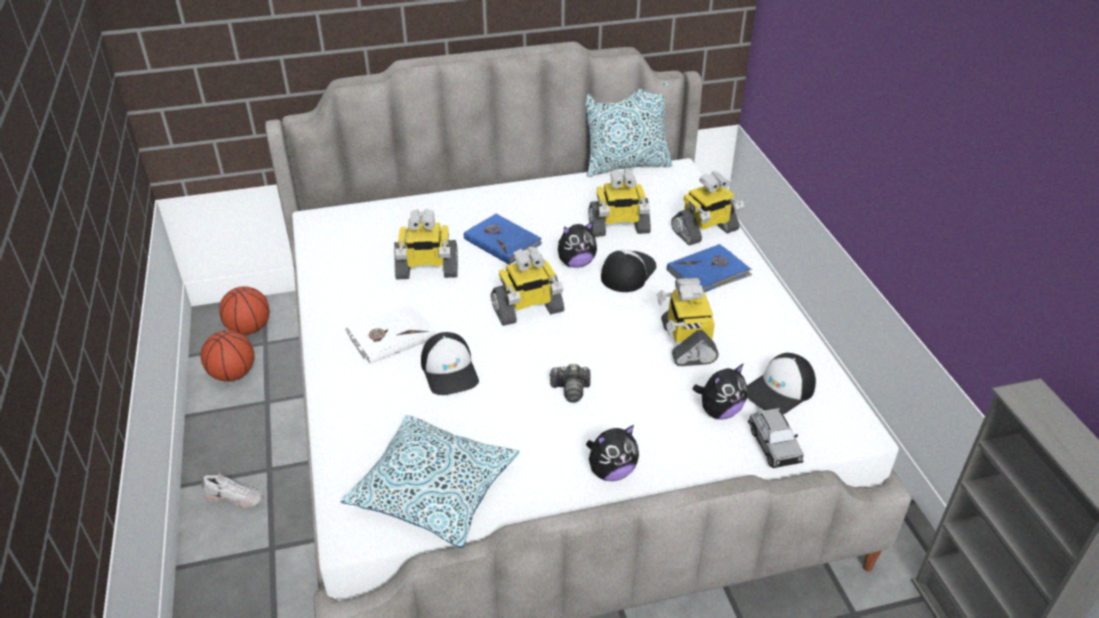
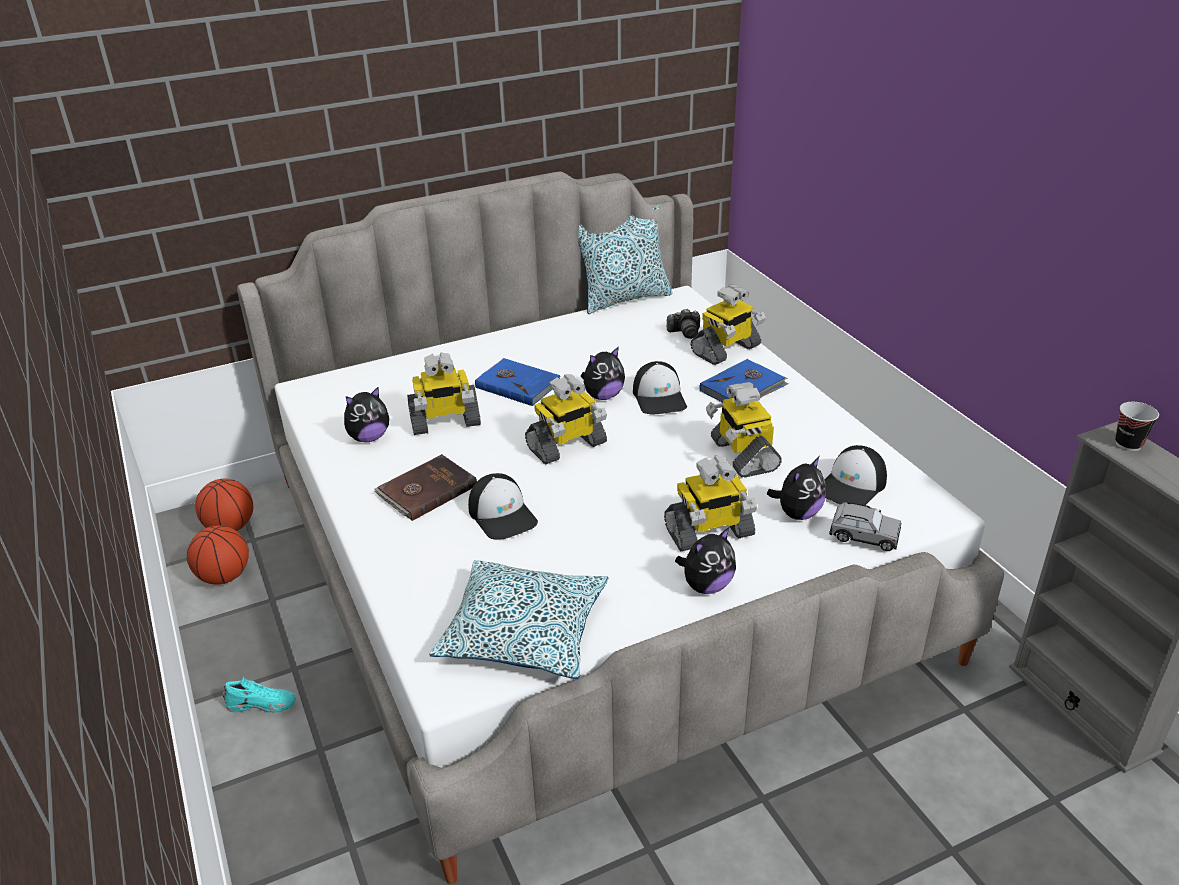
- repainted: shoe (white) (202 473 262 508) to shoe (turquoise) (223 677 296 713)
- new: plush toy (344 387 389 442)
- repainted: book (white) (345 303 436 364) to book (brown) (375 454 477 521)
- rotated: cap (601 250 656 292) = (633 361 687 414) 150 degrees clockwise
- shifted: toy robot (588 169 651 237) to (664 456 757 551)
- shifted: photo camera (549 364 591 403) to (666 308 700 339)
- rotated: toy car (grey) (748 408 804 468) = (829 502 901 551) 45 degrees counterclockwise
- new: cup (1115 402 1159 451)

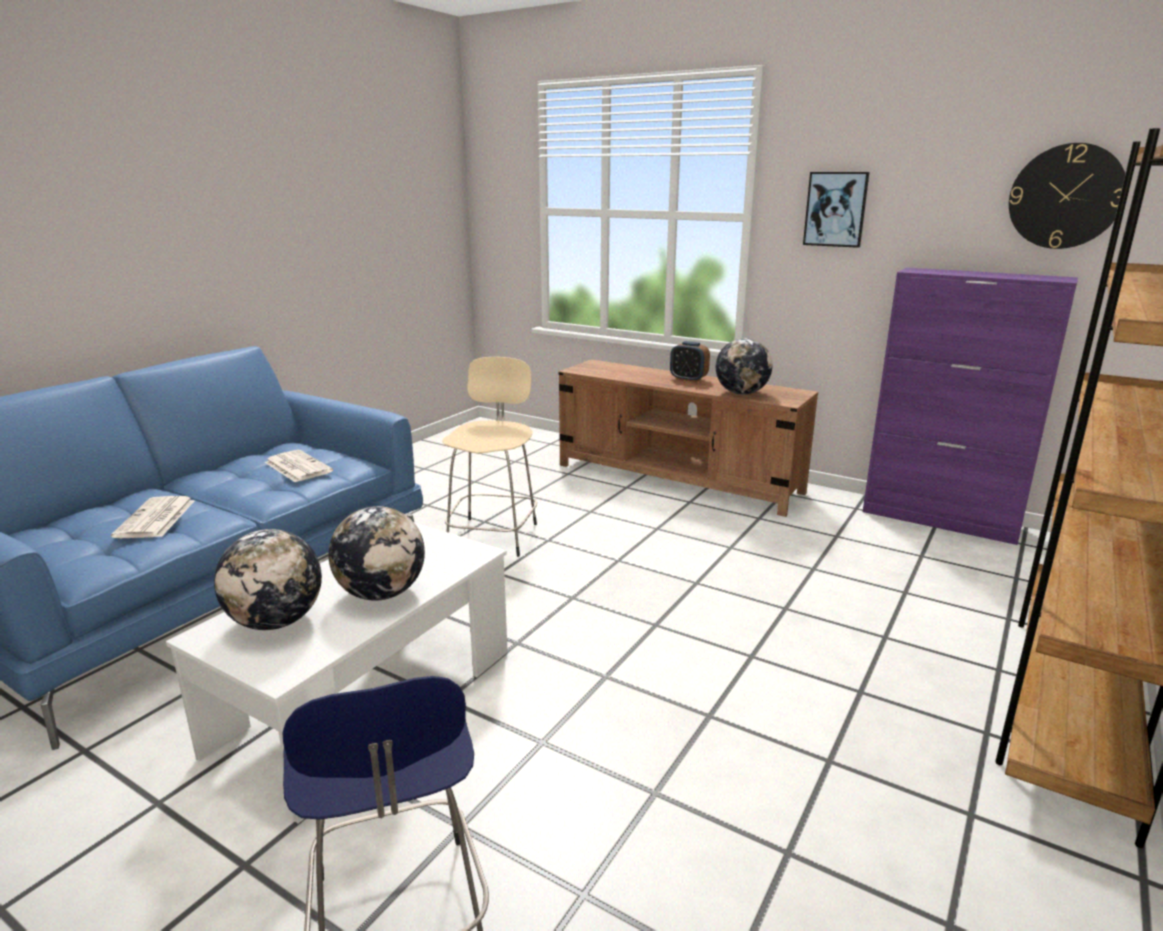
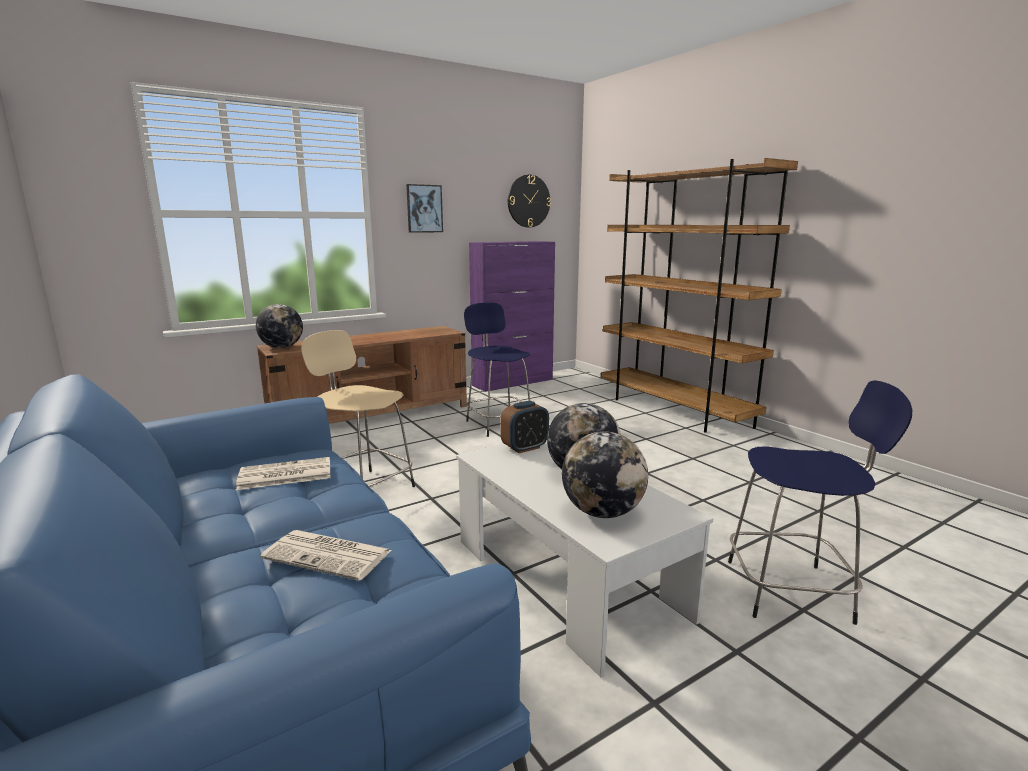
- shifted: globe (716 338 772 395) to (256 304 303 348)
- new: stool (blue) (464 303 530 437)
- shifted: alarm clock (670 341 710 382) to (500 401 549 453)

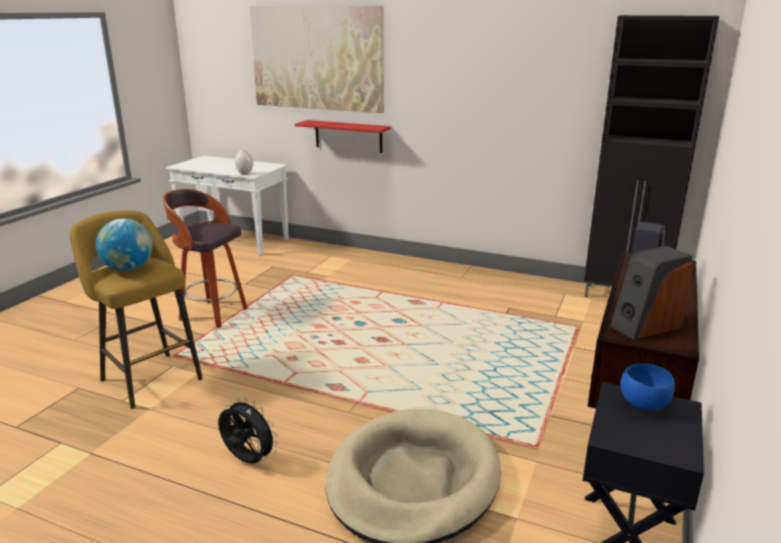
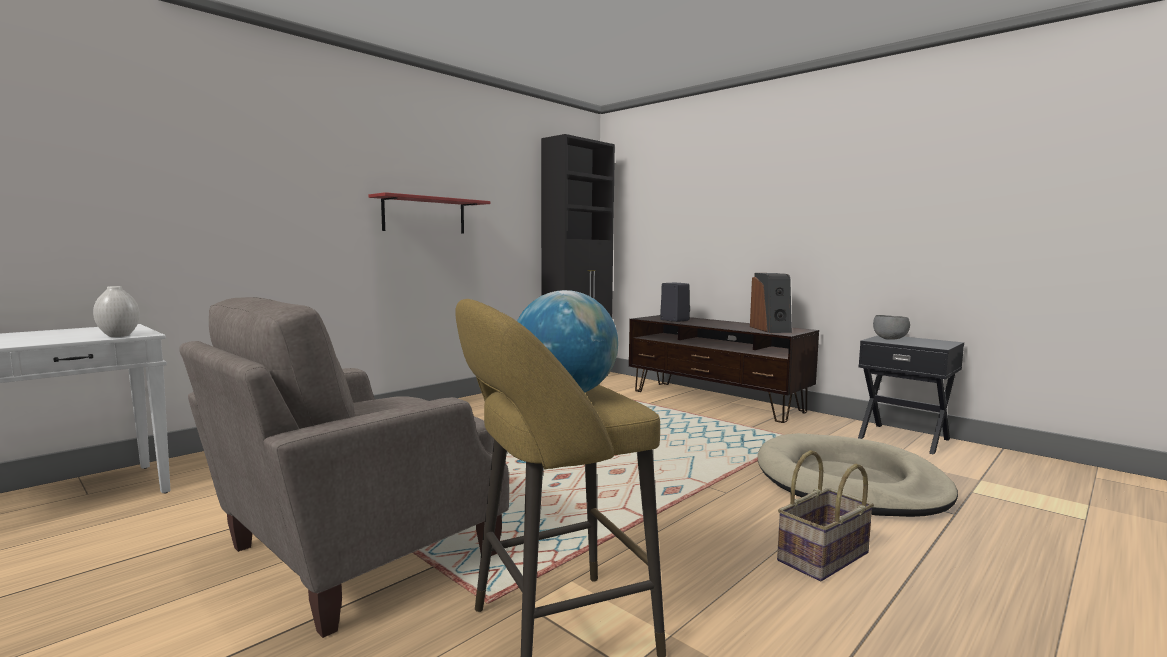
- swapped: stool (163 189 248 328) to armchair (beige) (180 297 509 638)
- shifted: shelf (red) (295 120 391 153) to (368 192 490 234)
- swapped: fan (black) (218 397 278 464) to basket (777 450 874 581)
- repainted: bowl (blue) (621 364 675 411) to bowl (grey) (873 315 910 340)
- gone: picture (249 6 384 113)

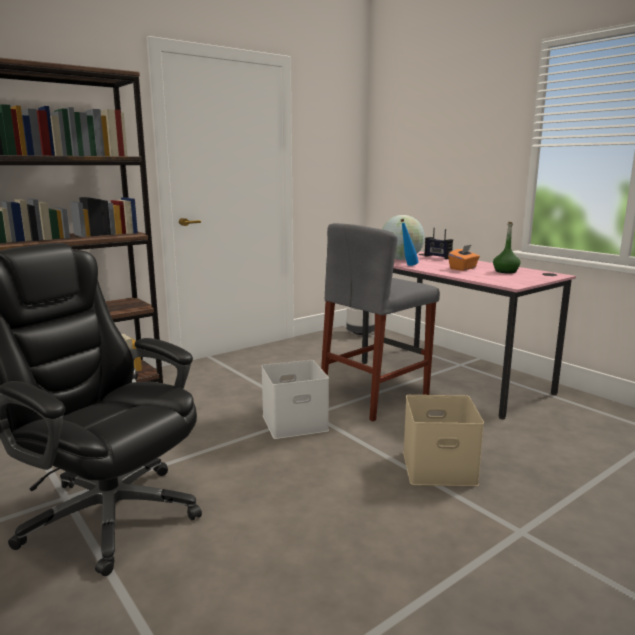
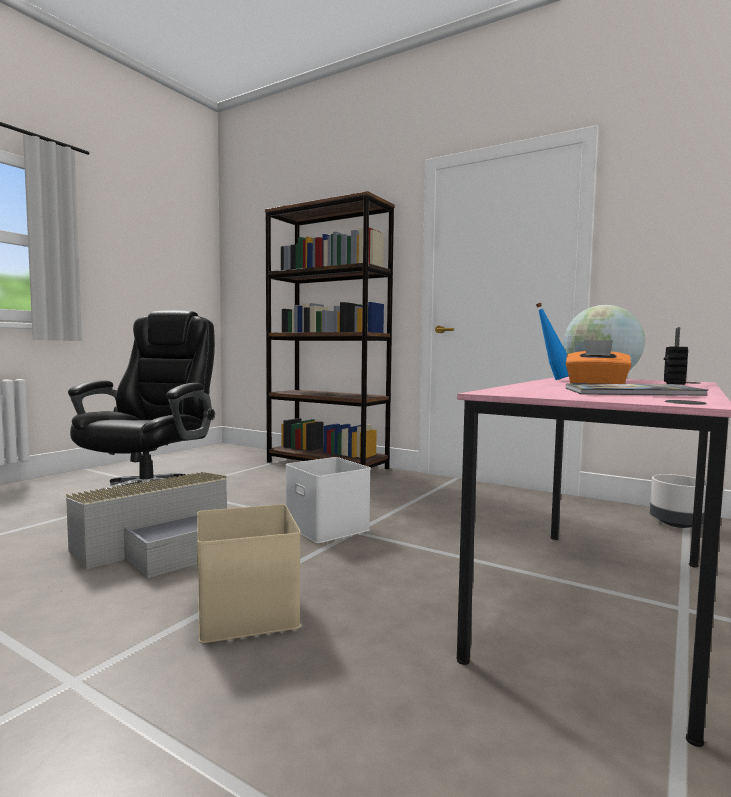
- new: storage box (grey) (66 472 227 578)
- swapped: bottle (green) (493 221 521 274) to book (566 384 708 396)
- gone: stool (grey) (321 223 440 421)

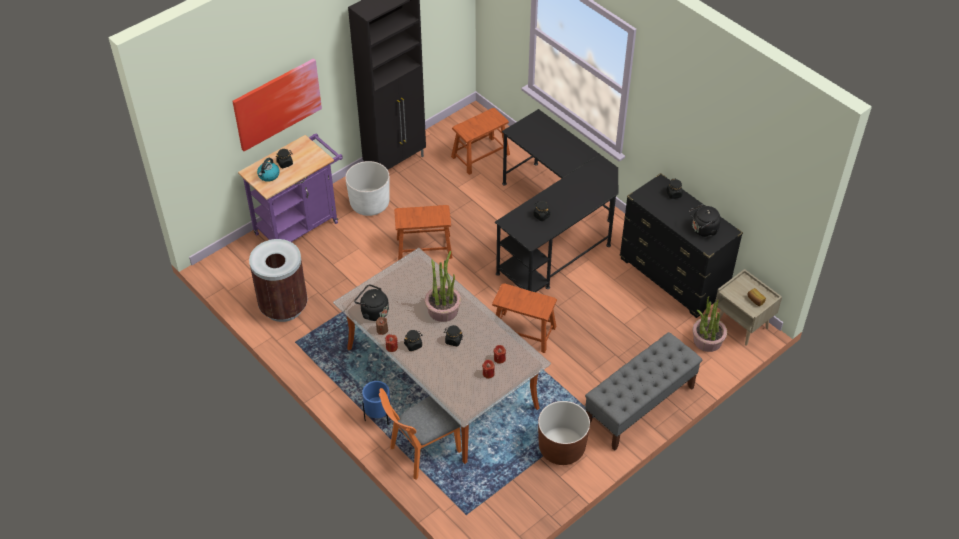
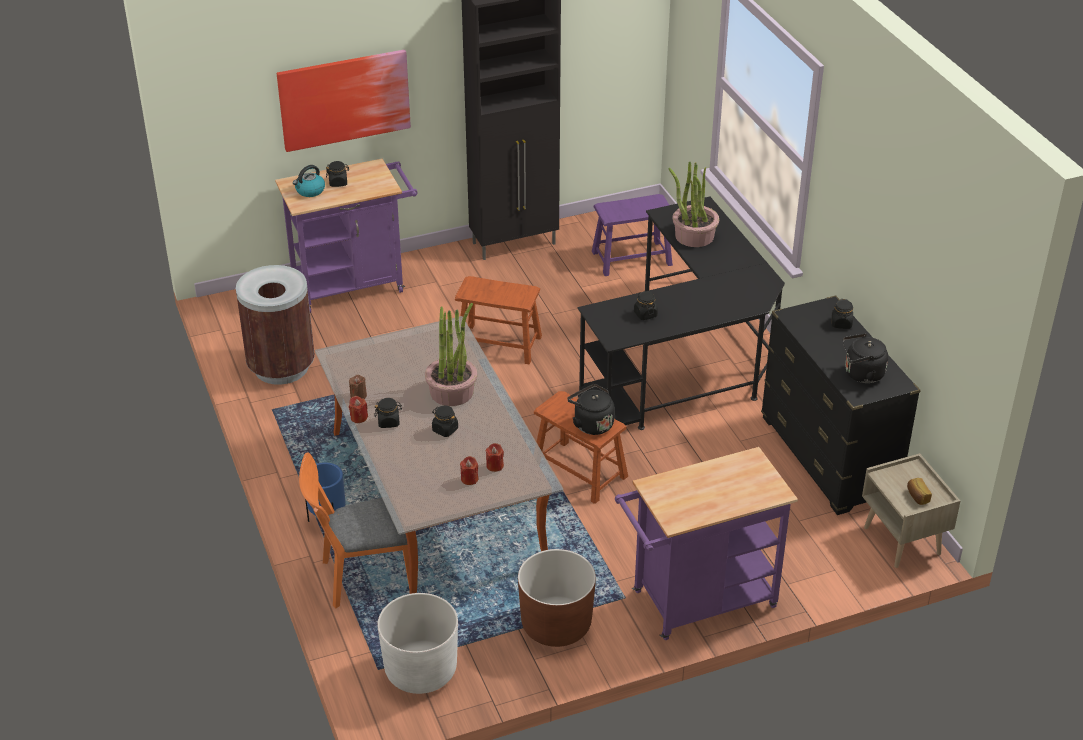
- shifted: planter (white) (345 161 390 216) to (377 593 458 694)
- shifted: kettle (black) (354 284 389 321) to (567 384 615 435)
- repainted: stool (brown) (451 108 510 175) to stool (purple) (592 194 673 276)
- swapped: bench (grey) (585 332 702 451) to cart (purple) (615 447 798 640)
- shifted: potted plant (692 296 727 352) to (668 162 719 247)

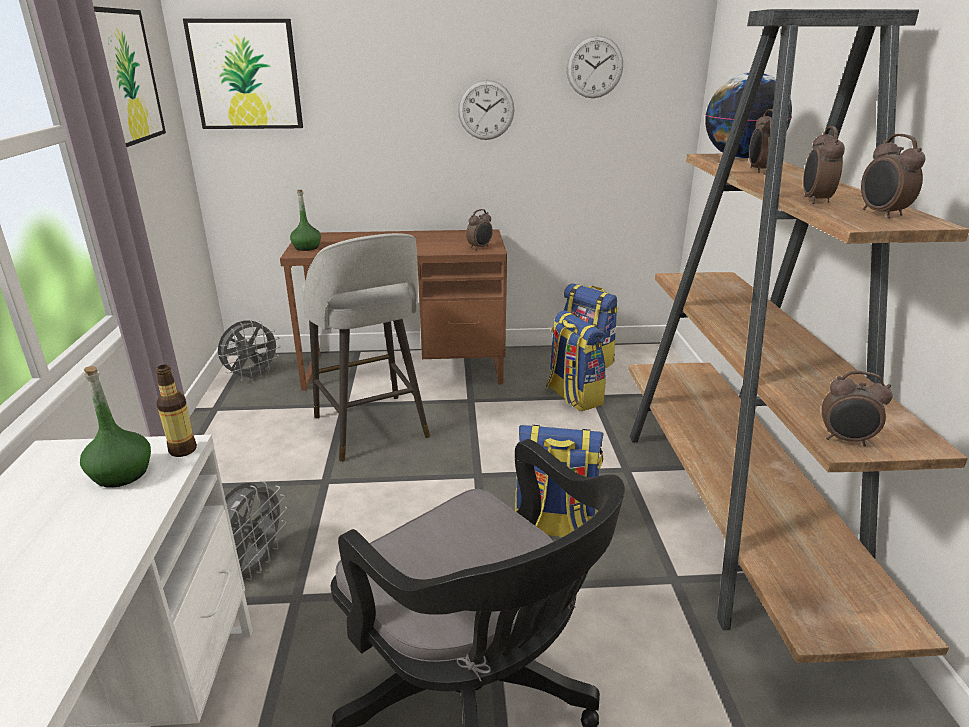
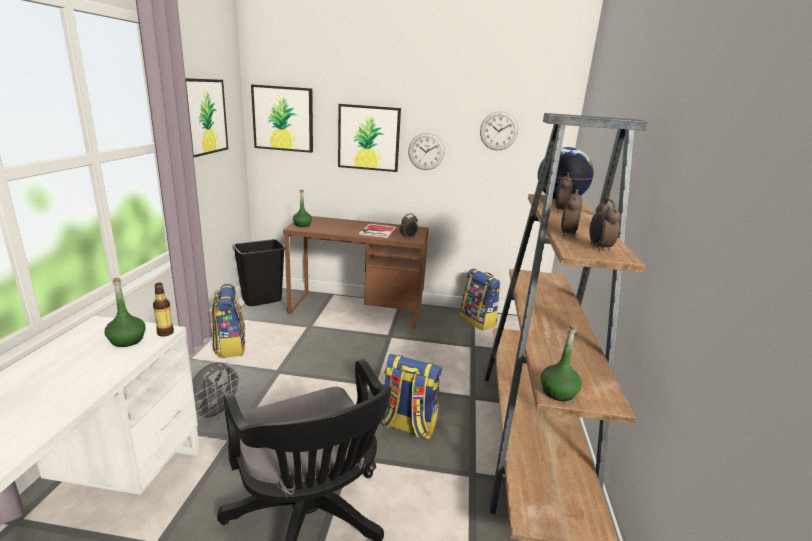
- shifted: backpack (546 310 606 411) to (212 284 245 358)
- swapped: fan (grey) (218 320 281 381) to trash can (black) (233 239 285 306)
- new: picture (338 104 401 172)
- new: book (359 224 397 238)
- swapped: alarm clock (822 371 893 446) to bottle (green) (540 325 582 401)
- gone: stool (grey) (302 233 430 462)

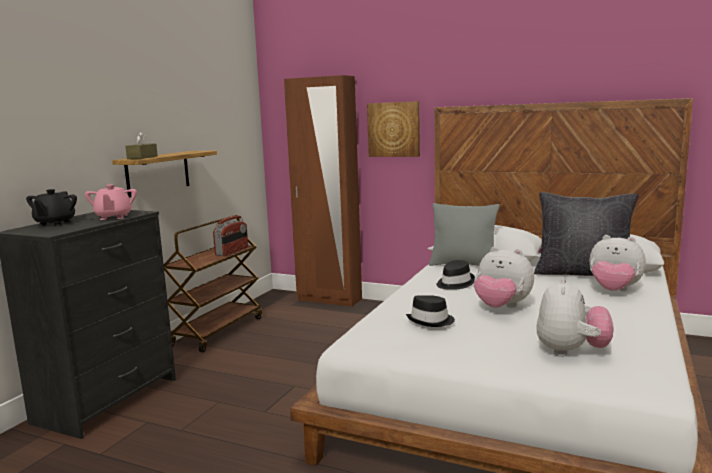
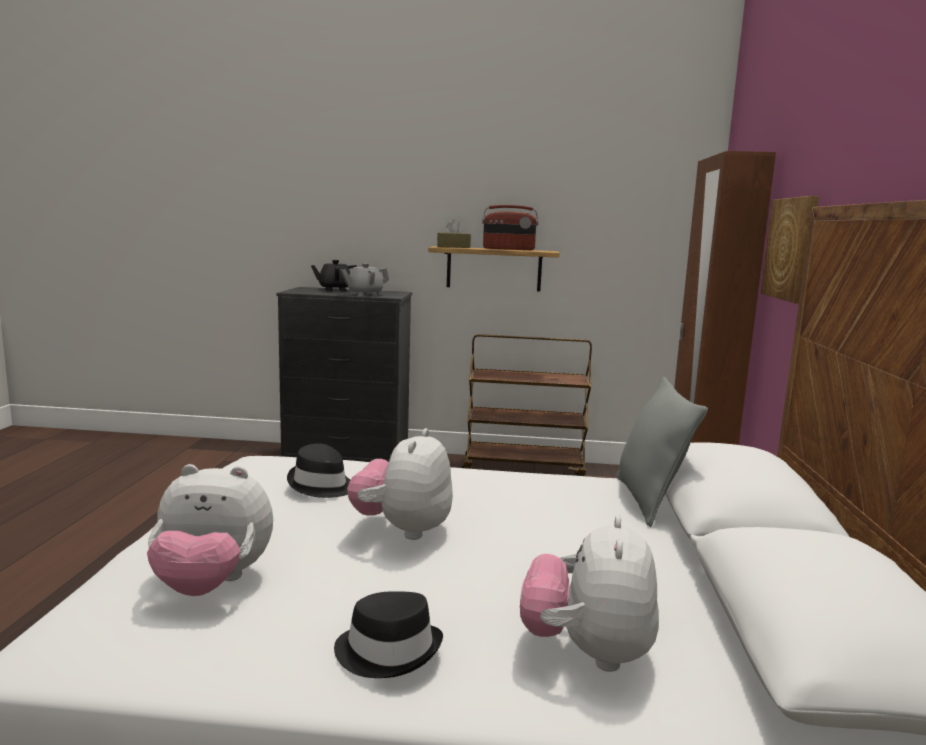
- shifted: hat (black) (437 260 475 290) to (334 591 443 678)
- repainted: teapot (pink) (85 184 137 220) to teapot (grey) (341 263 389 296)
- shifted: radio (213 216 248 256) to (482 205 538 250)
- gone: pillow (black) (534 192 639 276)

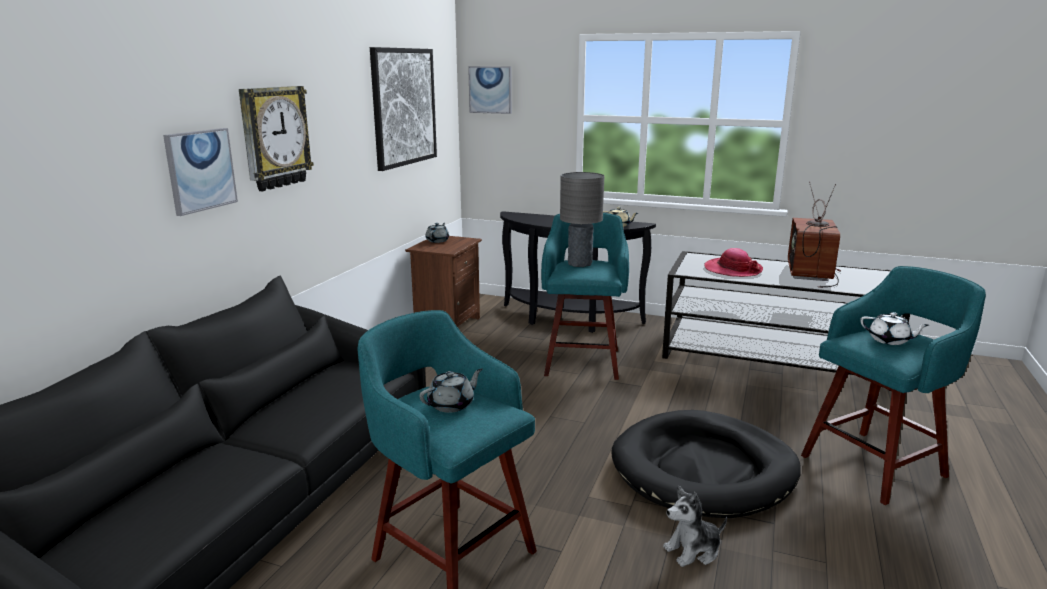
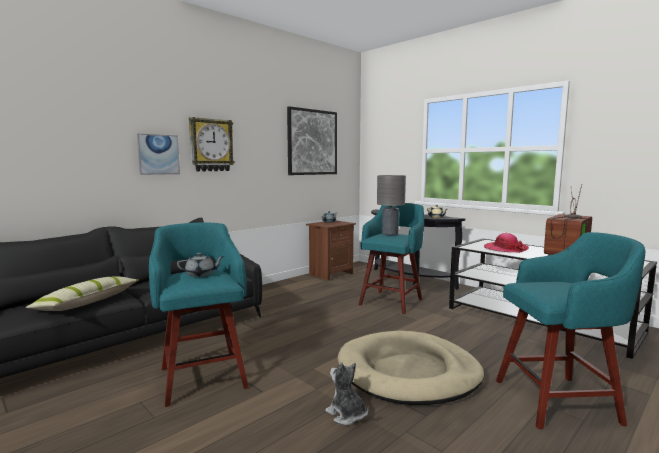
- new: pillow (26 277 139 311)
- rotated: plush toy (663 486 727 567) = (325 362 369 425) 45 degrees clockwise
- repainted: dog bed (black) (611 410 801 518) to dog bed (beige) (338 331 484 405)
- gone: picture (468 66 512 114)
- gone: teapot (white) (860 312 929 345)

